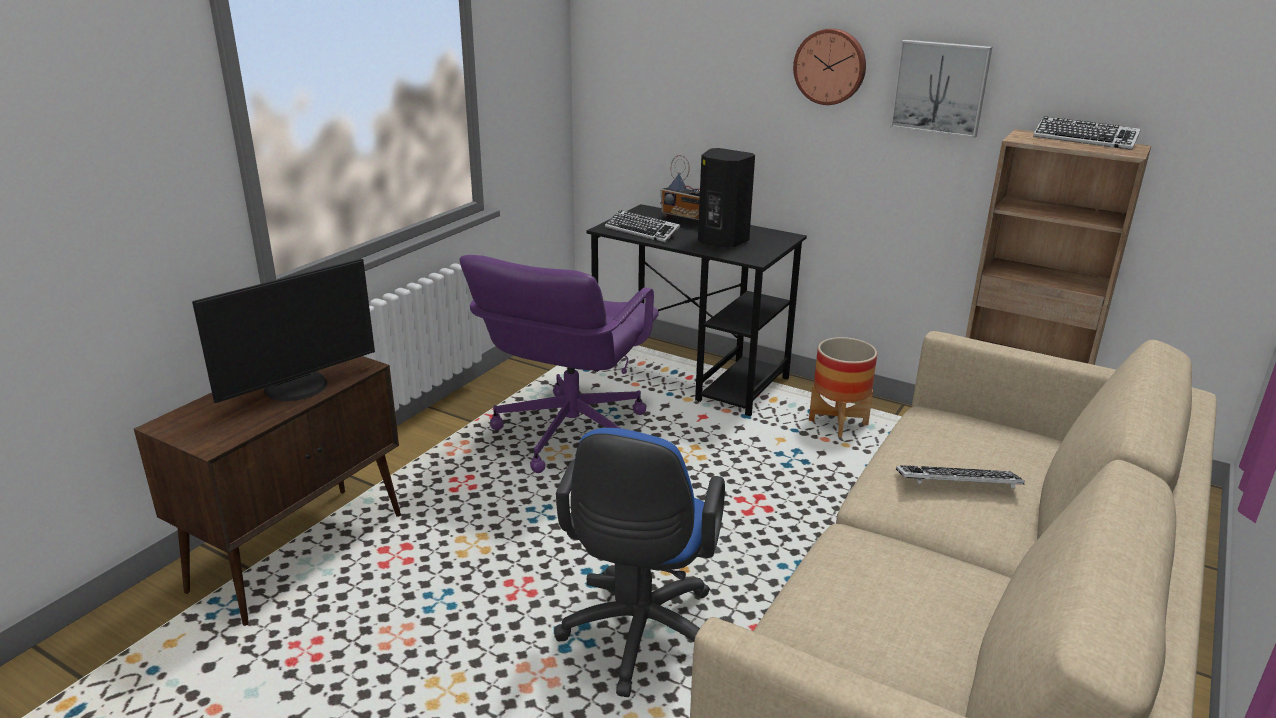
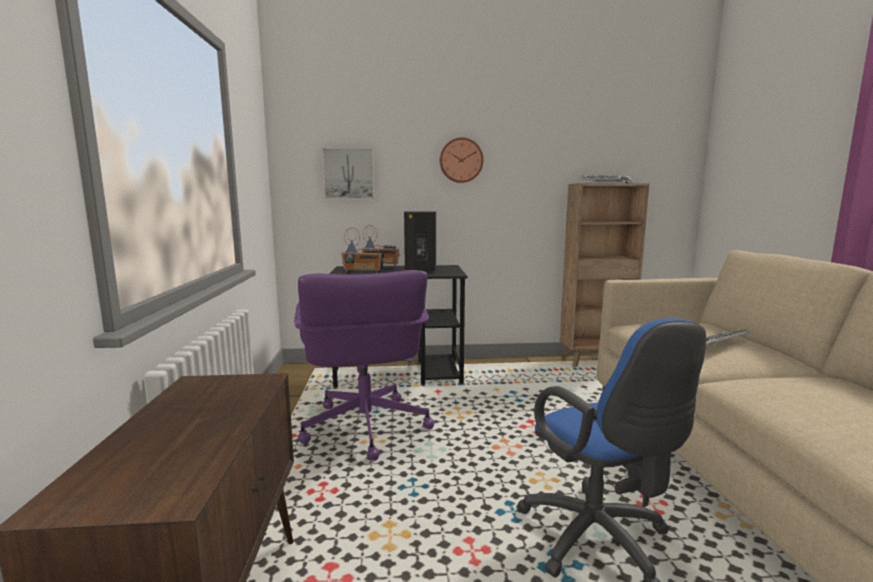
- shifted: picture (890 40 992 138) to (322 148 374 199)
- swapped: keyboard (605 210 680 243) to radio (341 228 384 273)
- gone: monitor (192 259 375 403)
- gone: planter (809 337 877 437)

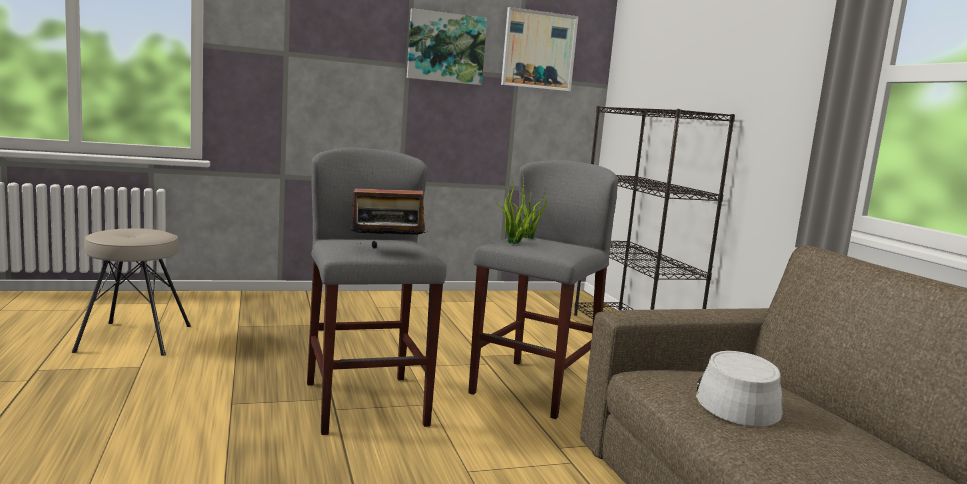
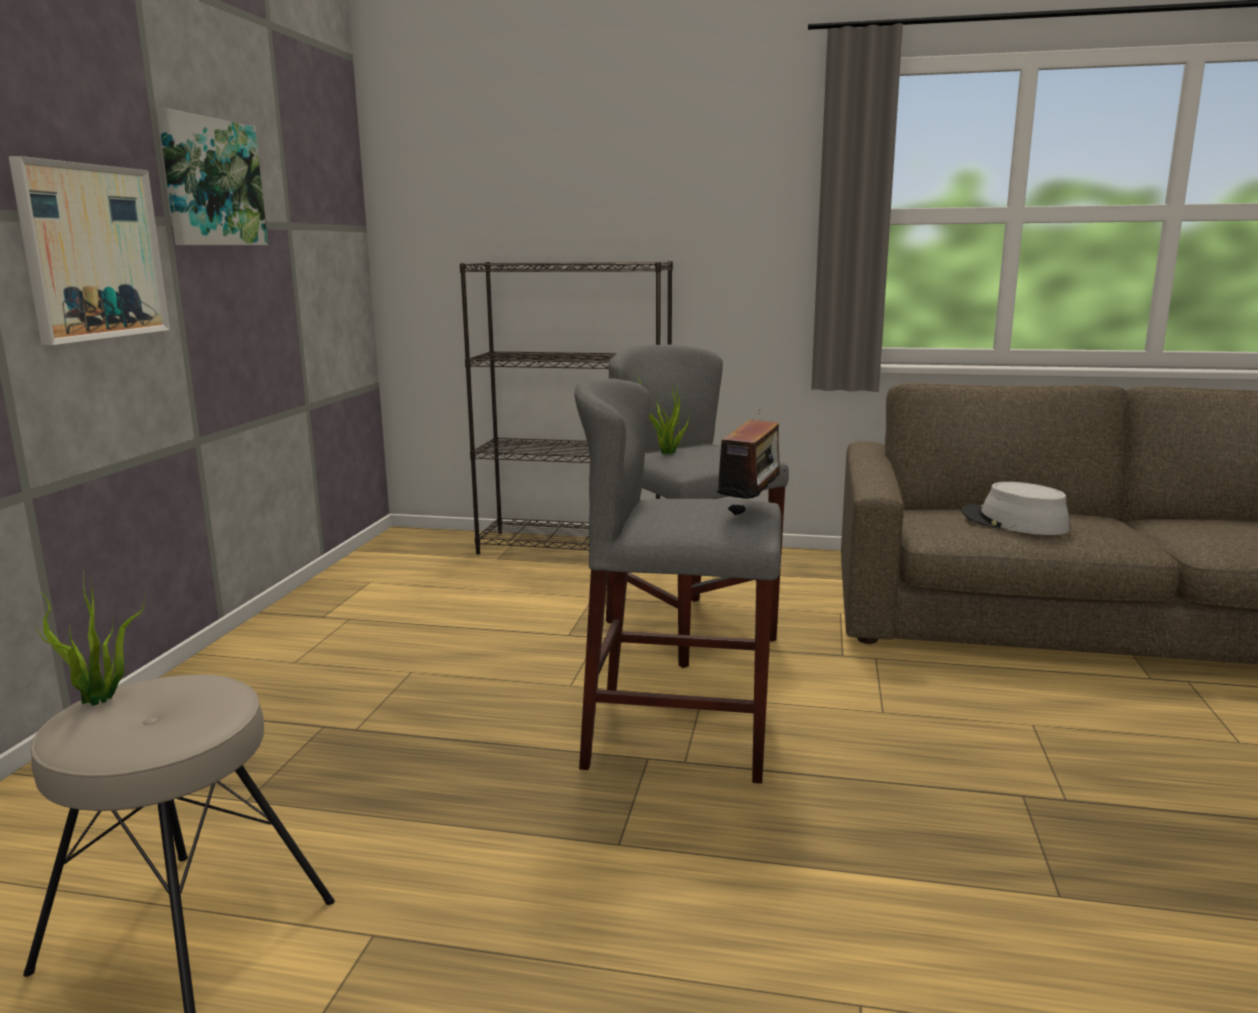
- shifted: picture (501 7 578 91) to (9 156 170 345)
- shifted: potted plant (495 179 542 244) to (35 572 145 706)

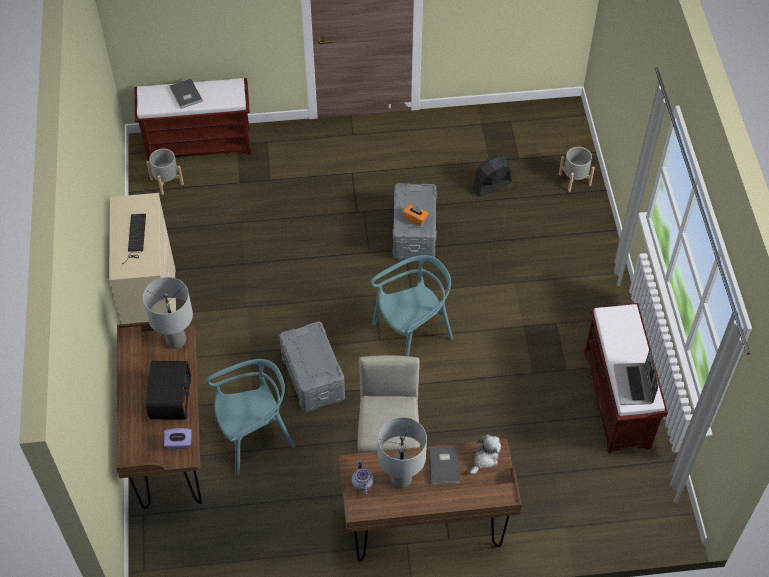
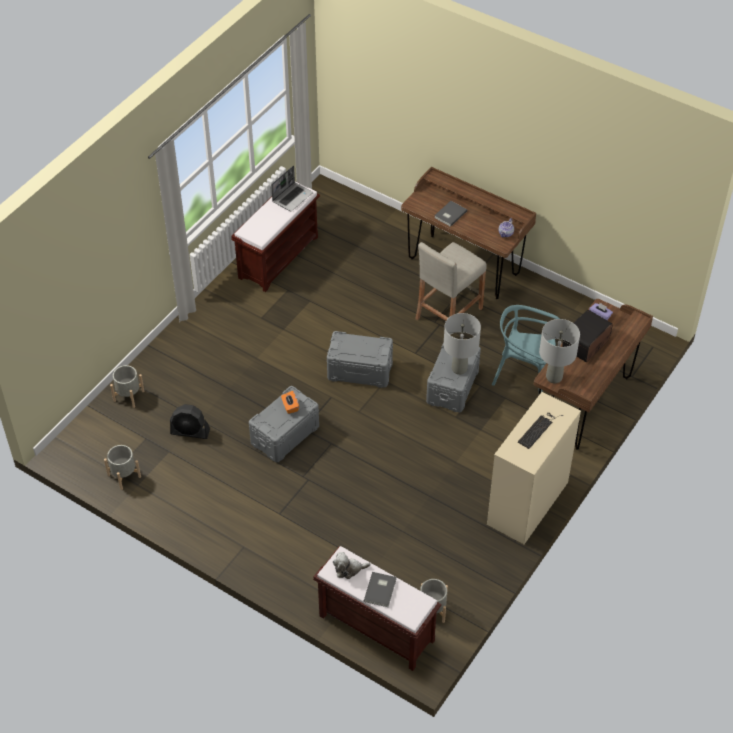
- new: planter (grey) (104 445 141 490)
- swapped: chair (turquoise) (370 255 453 356) to storage box (grey) (327 331 393 388)
- shifted: plush toy (469 434 501 475) to (333 552 371 579)
- shifted: table lamp (grey) (378 417 427 488) to (443 313 481 375)

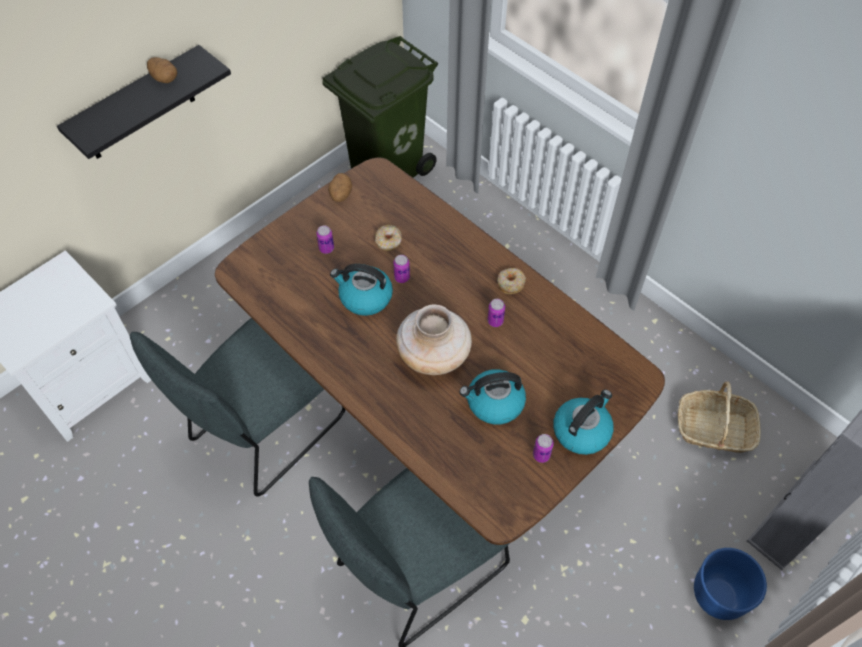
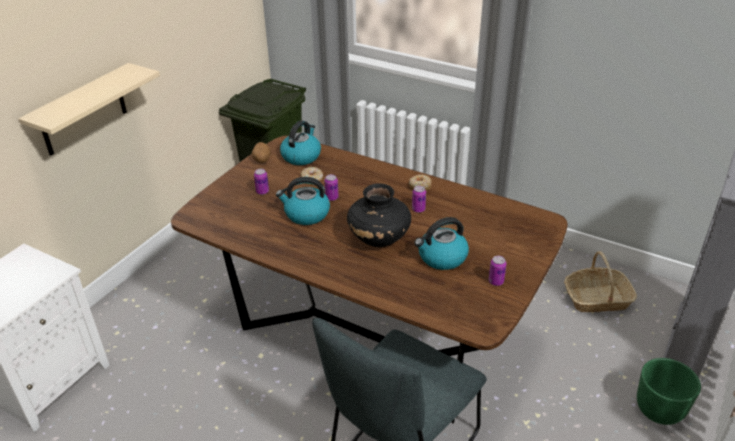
- repainted: shelf (black) (57 45 231 159) to shelf (beige) (19 63 160 156)
- shifted: kettle (553 389 614 455) to (280 120 321 165)
- repainted: vase (beige) (396 304 472 375) to vase (black) (347 183 411 247)
- repainted: planter (blue) (694 548 767 620) to planter (green) (637 358 701 425)
- gone: chair (grey) (130 318 346 497)
- gone: potato (147 57 177 83)

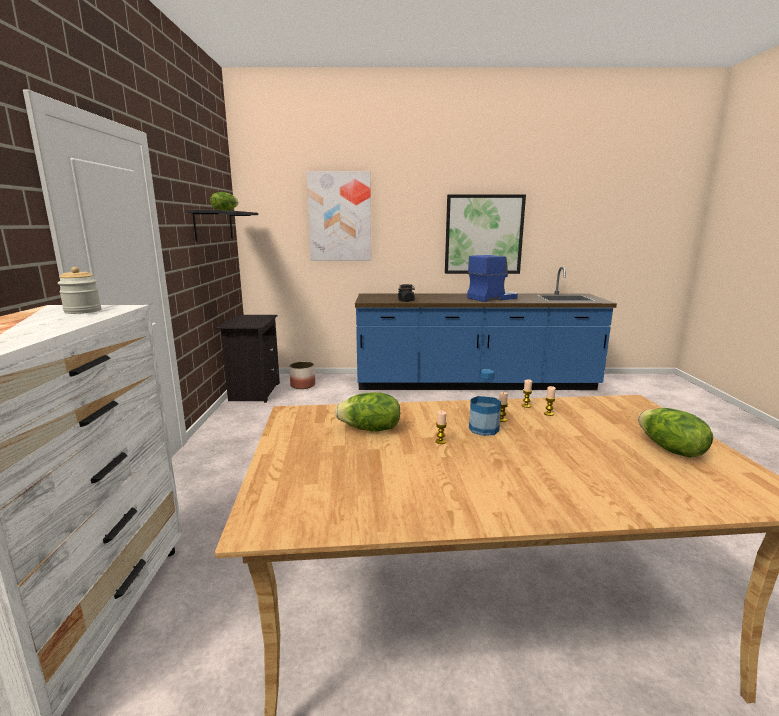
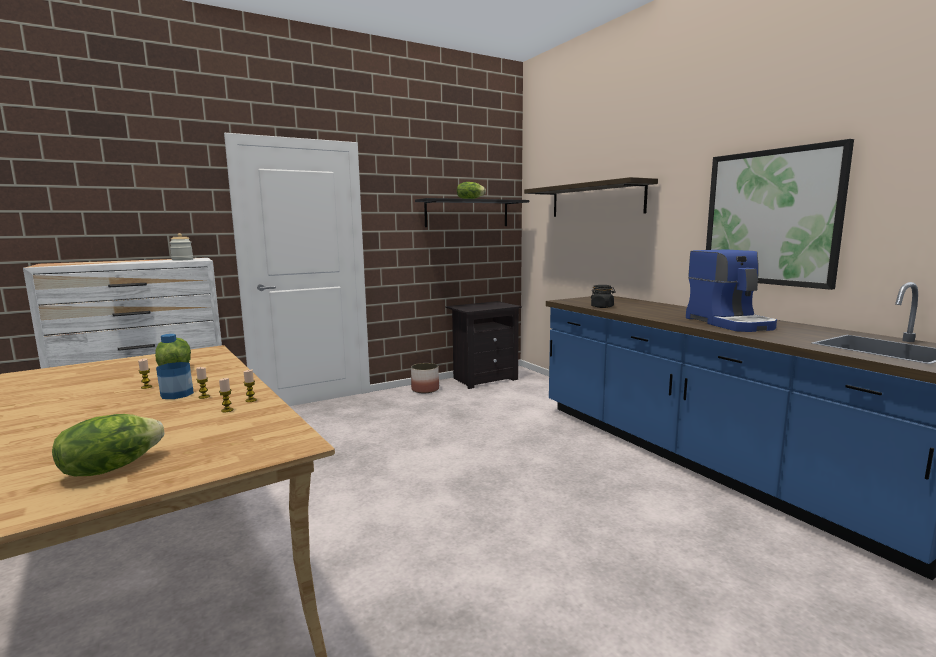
- shifted: planter (289 362 315 389) to (411 363 439 393)
- swapped: picture (307 171 371 261) to shelf (524 177 658 217)
- rotated: coffee machine (467 255 518 302) = (686 249 777 332) 45 degrees clockwise

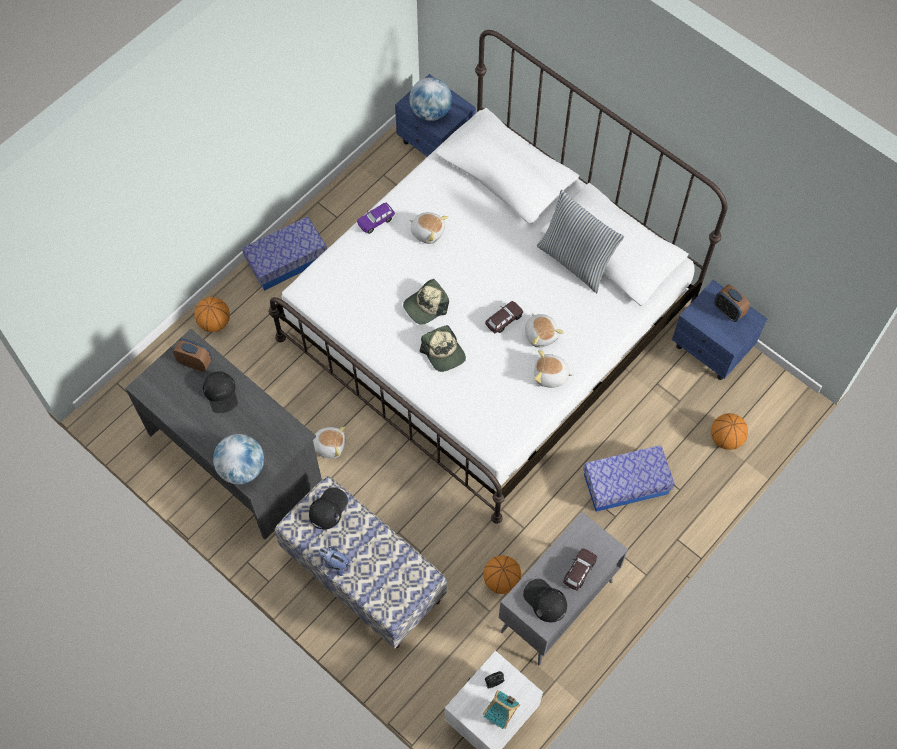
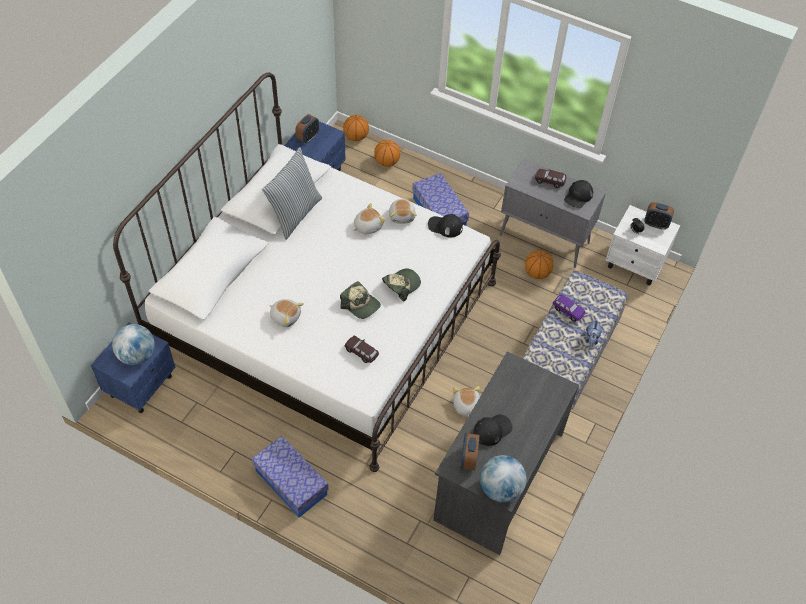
- rotated: plush toy (409 212 448 244) = (269 299 304 327) 105 degrees clockwise
- shifted: basketball (195 297 230 332) to (343 115 369 141)
- shifted: toy car (brown) (485 301 523 333) to (345 336 379 363)
- shifted: cap (black) (309 487 348 530) to (428 214 463 237)
- shifted: globe (213 434 264 484) to (480 455 526 502)
- shifted: toy car (purple) (357 203 395 234) to (553 295 585 322)
- swapped: toy house (483 690 520 729) to alarm clock (644 202 674 229)

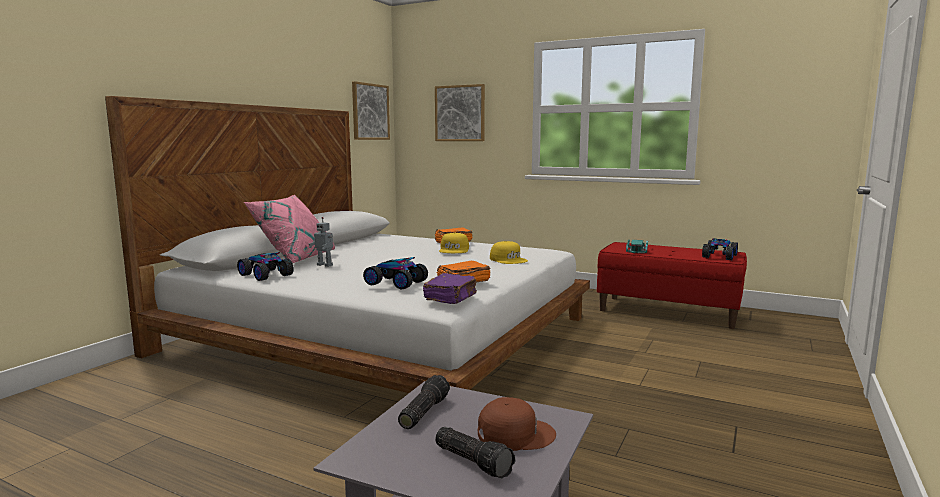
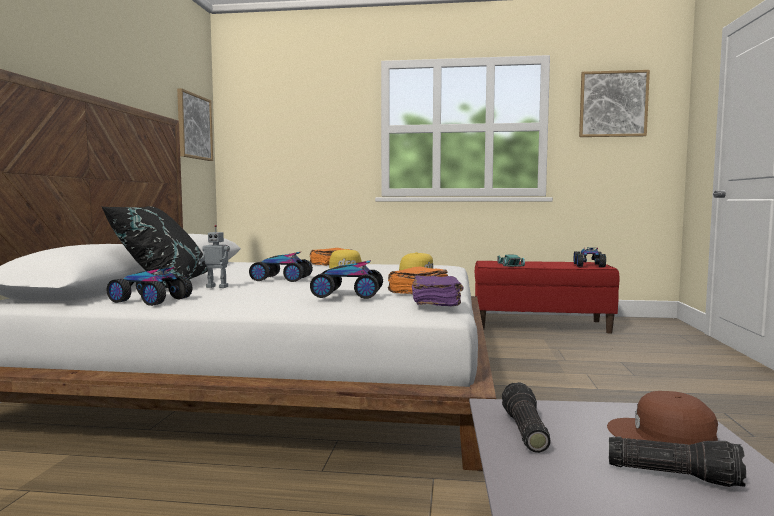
- repainted: pillow (pink) (244 195 335 263) to pillow (black) (101 206 208 288)
- new: toy car (249 252 313 282)
- shifted: picture (435 84 485 141) to (579 70 650 137)
- rotated: cap (brown) (478 397 556 451) = (607 391 718 445) 120 degrees counterclockwise

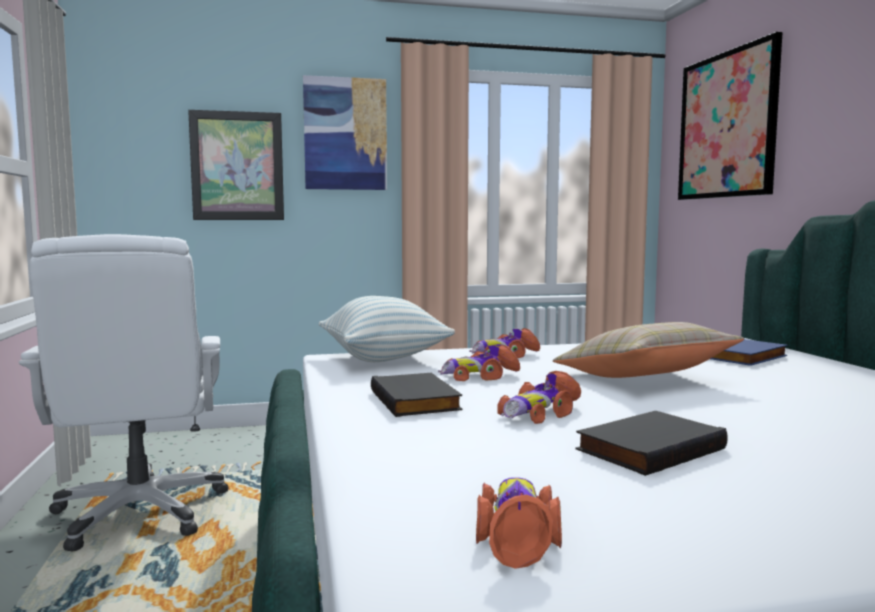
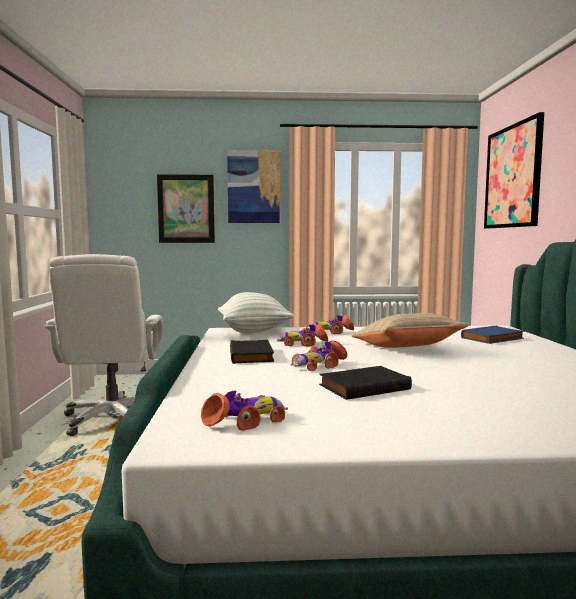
- rotated: toy car (476 478 562 569) = (201 391 288 431) 45 degrees clockwise

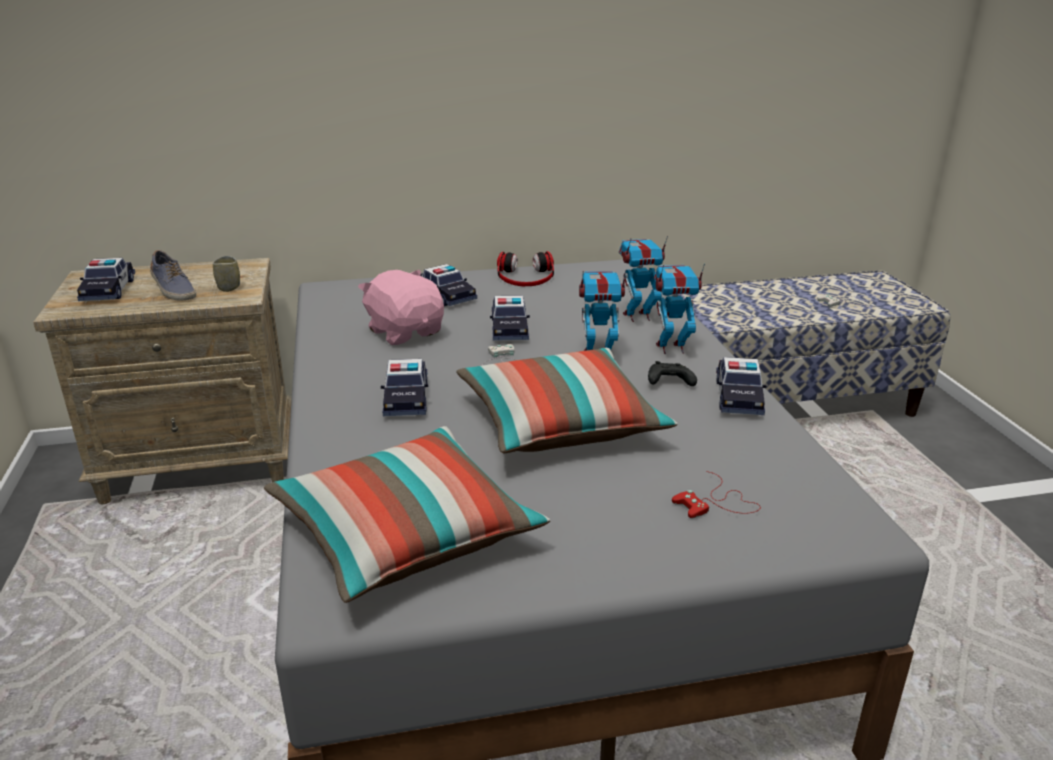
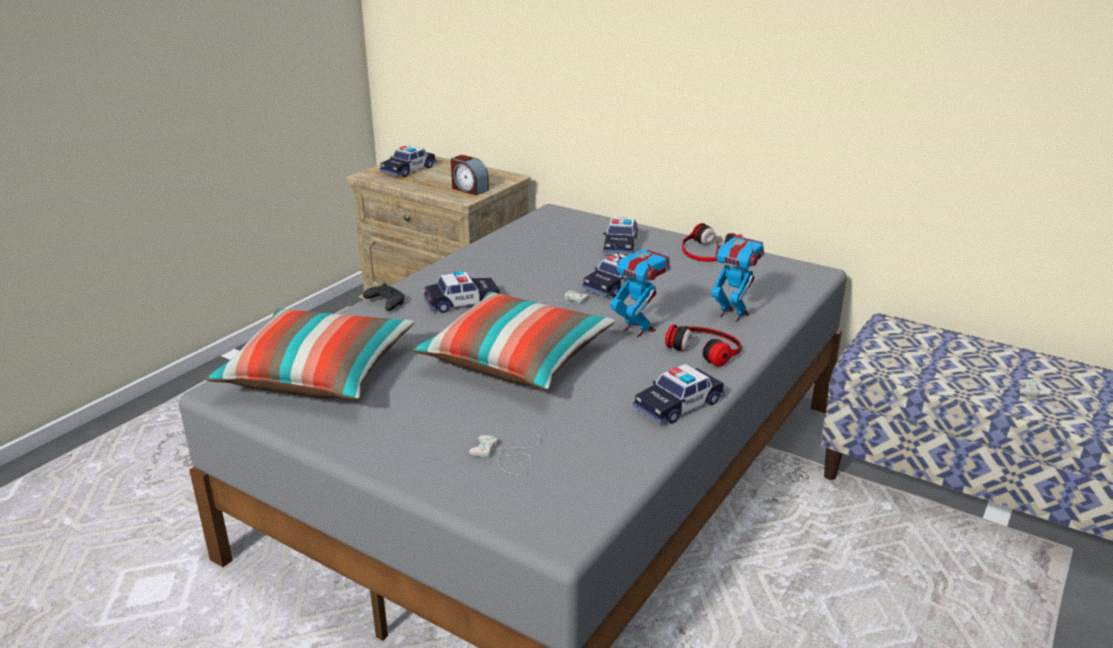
- shifted: game controller (black) (648 361 697 386) to (363 283 405 311)
- rotated: toy car (381 359 428 416) = (424 271 500 313) 150 degrees counterclockwise
- swapped: cup (213 256 240 292) to alarm clock (451 155 489 196)
- repainted: game controller (red) (672 471 761 518) to game controller (white) (469 435 540 475)
- swapped: toy robot (654 263 705 354) to headphones (665 324 741 367)
- gone: shoe (150 250 196 301)
- gone: plush toy (pink) (358 270 444 345)

